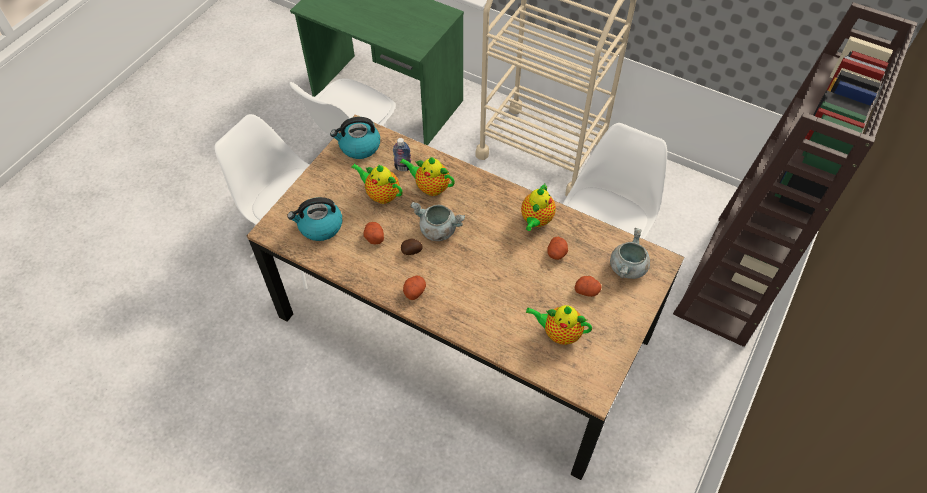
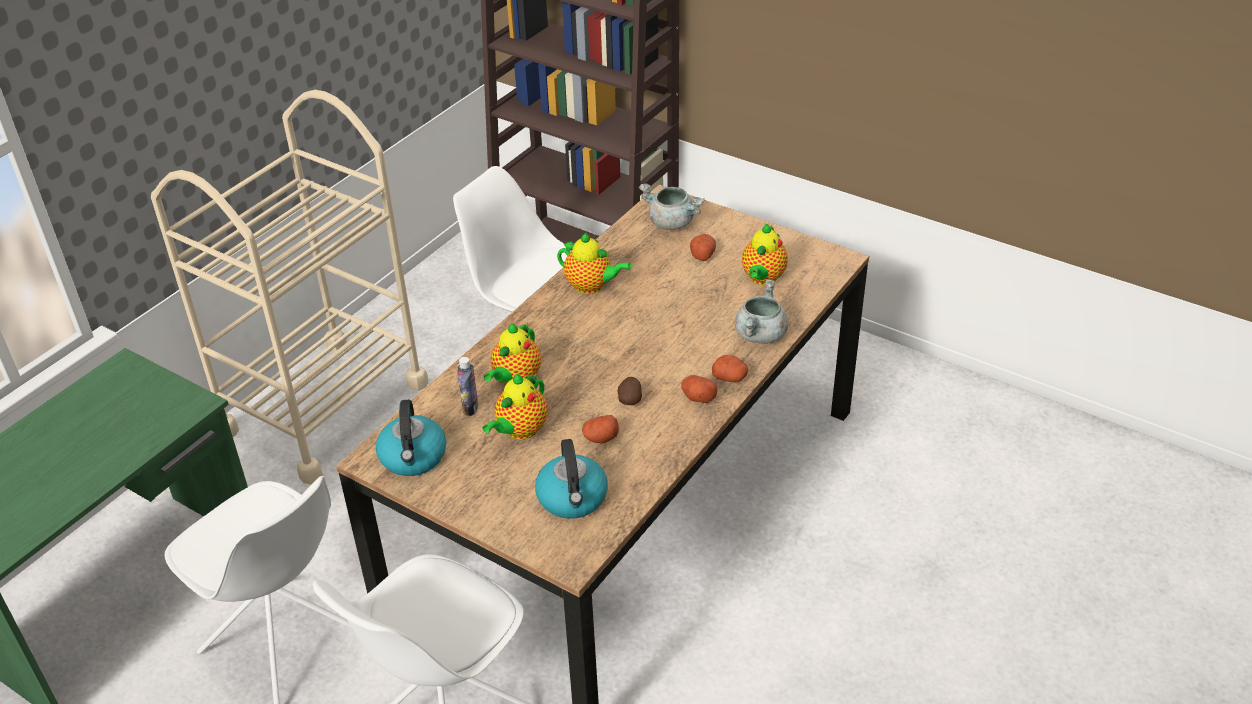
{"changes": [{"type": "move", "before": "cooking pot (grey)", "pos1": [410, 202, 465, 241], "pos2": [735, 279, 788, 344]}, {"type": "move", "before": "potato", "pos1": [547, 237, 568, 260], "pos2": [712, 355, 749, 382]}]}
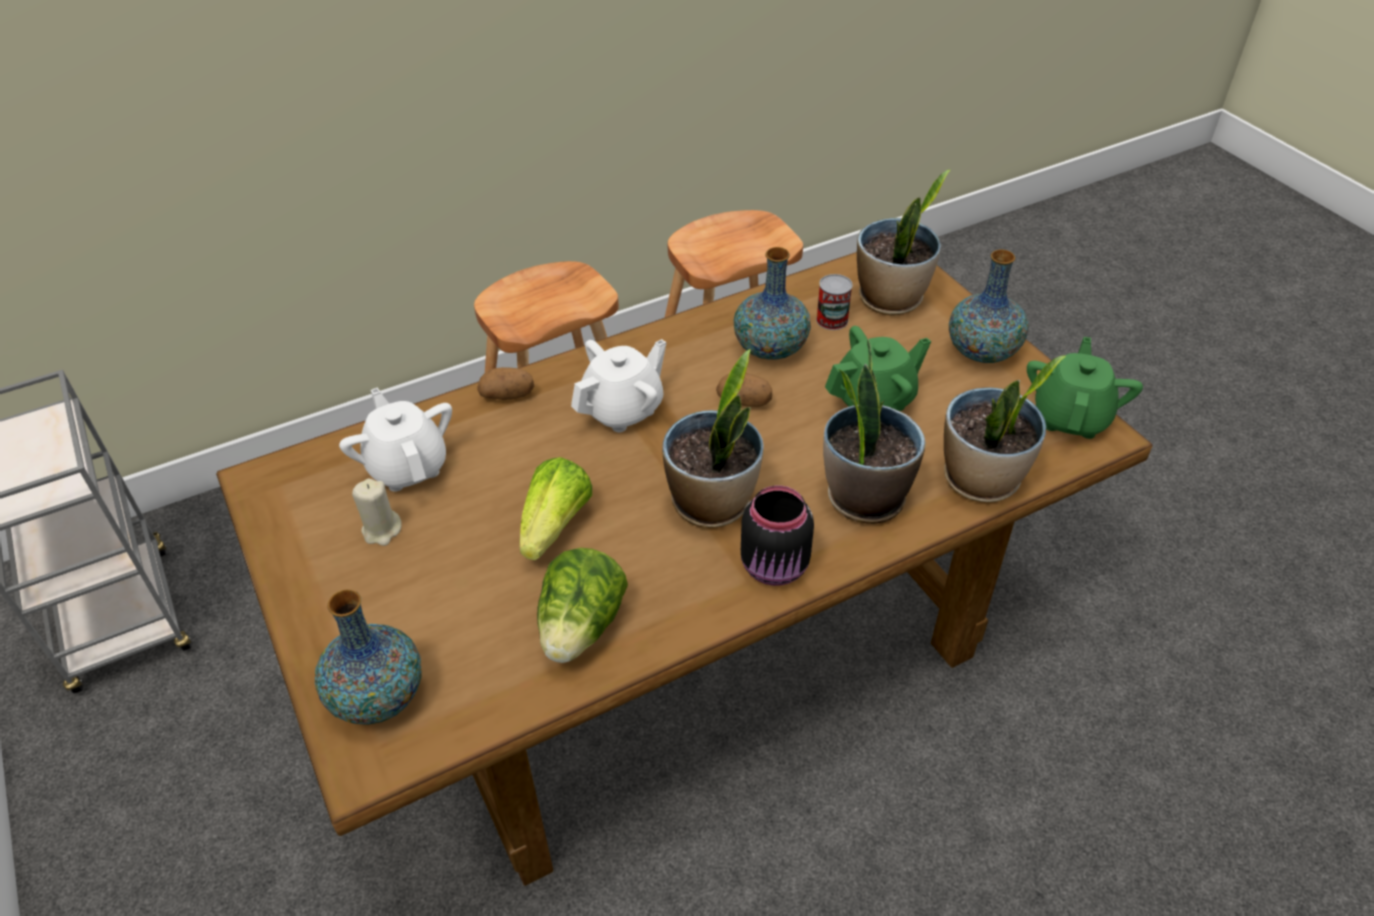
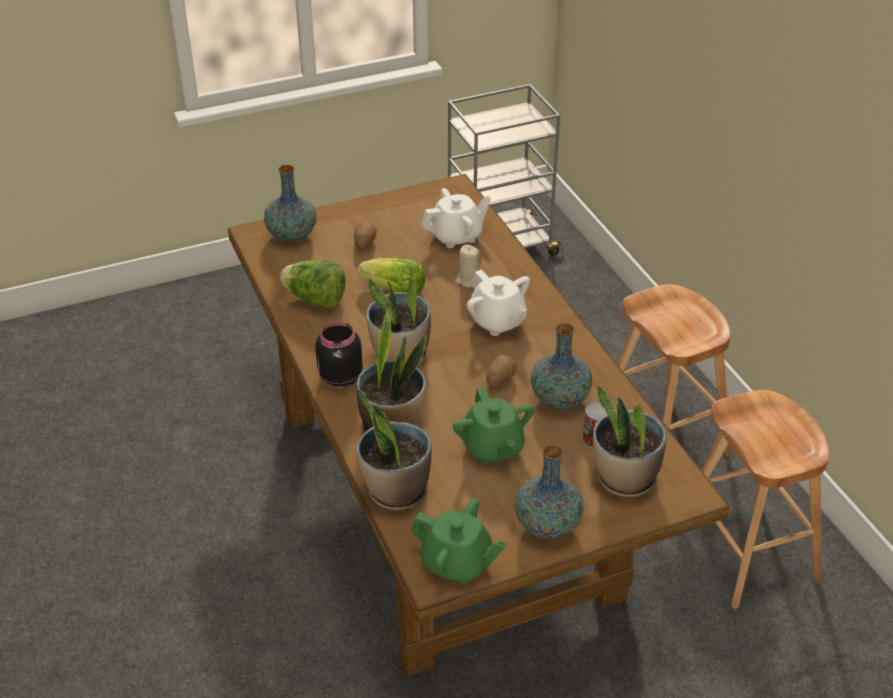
{"changes": [{"type": "move", "before": "candle (beige)", "pos1": [352, 479, 402, 546], "pos2": [455, 245, 480, 287]}, {"type": "move", "before": "potato", "pos1": [477, 367, 534, 400], "pos2": [354, 221, 377, 249]}]}
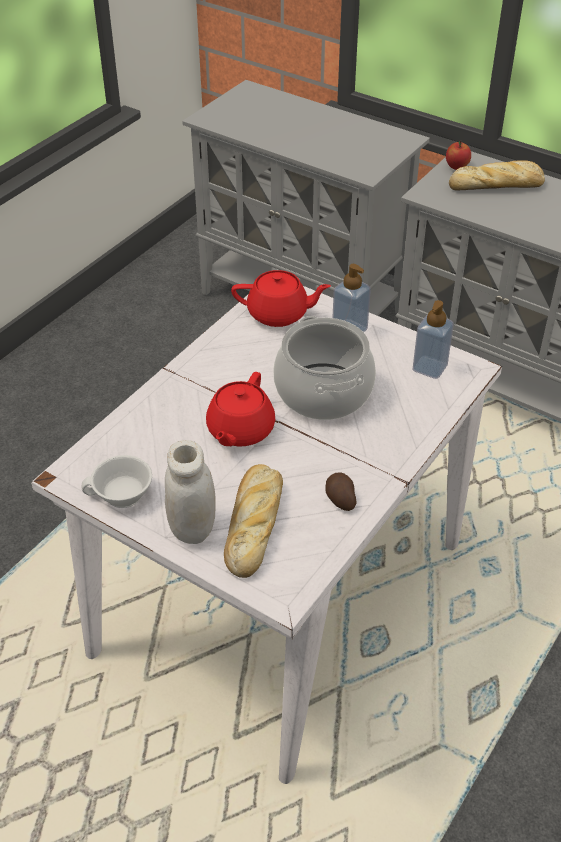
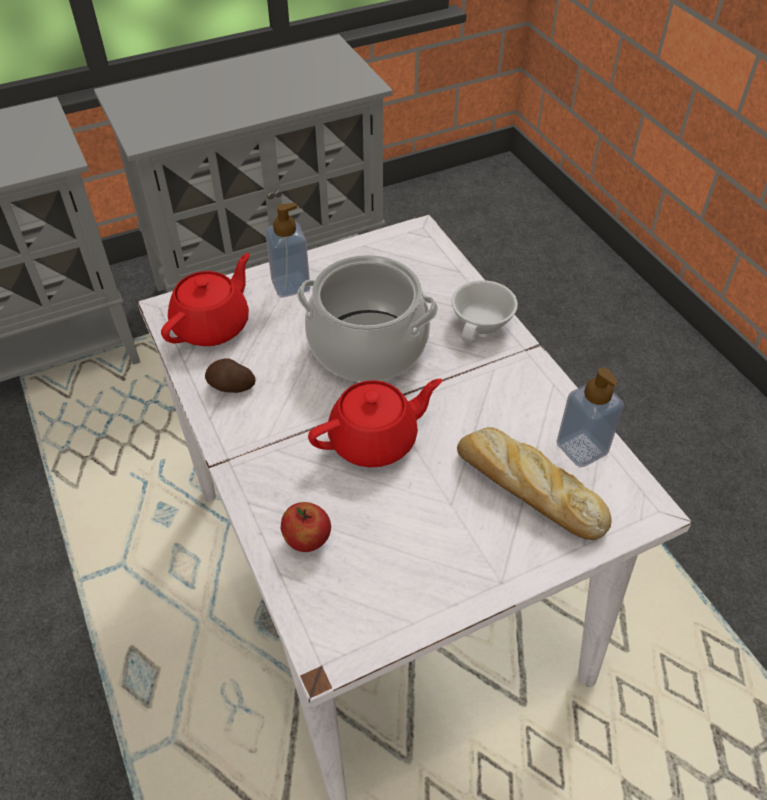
{"changes": [{"type": "move", "before": "cup (white)", "pos1": [82, 455, 152, 508], "pos2": [452, 280, 518, 343]}, {"type": "delete", "before": "jar (white)", "pos1": [165, 440, 216, 544]}, {"type": "rotate", "before": "teapot (red)", "pos1": [206, 372, 275, 447], "pos2": [308, 379, 442, 467], "turn": -75}, {"type": "move", "before": "potato", "pos1": [325, 473, 357, 511], "pos2": [205, 358, 256, 393]}, {"type": "move", "before": "soap dispenser", "pos1": [413, 300, 454, 379], "pos2": [557, 367, 624, 467]}, {"type": "move", "before": "apple", "pos1": [446, 140, 471, 170], "pos2": [281, 502, 331, 552]}, {"type": "delete", "before": "bread", "pos1": [449, 160, 545, 190]}]}
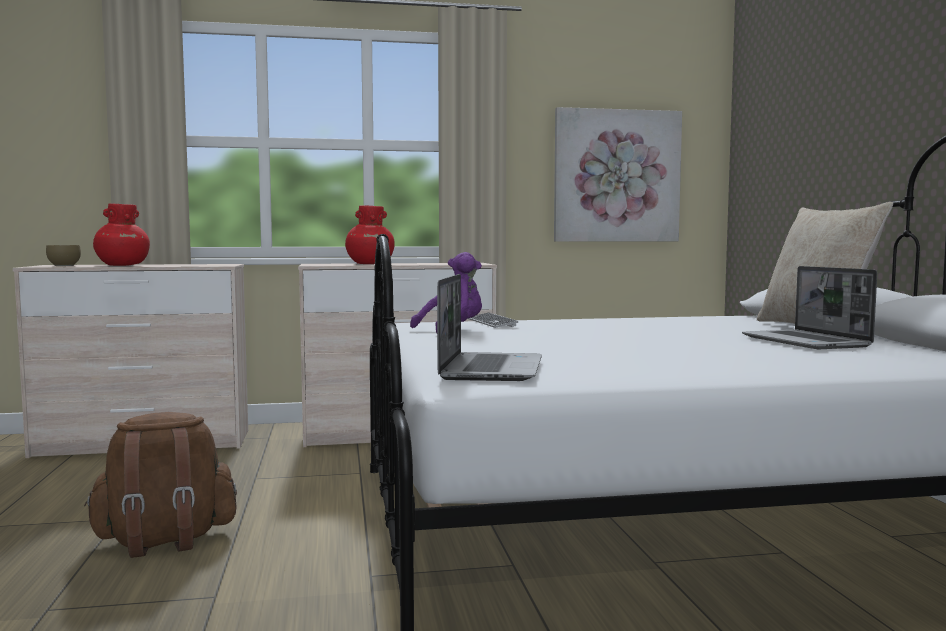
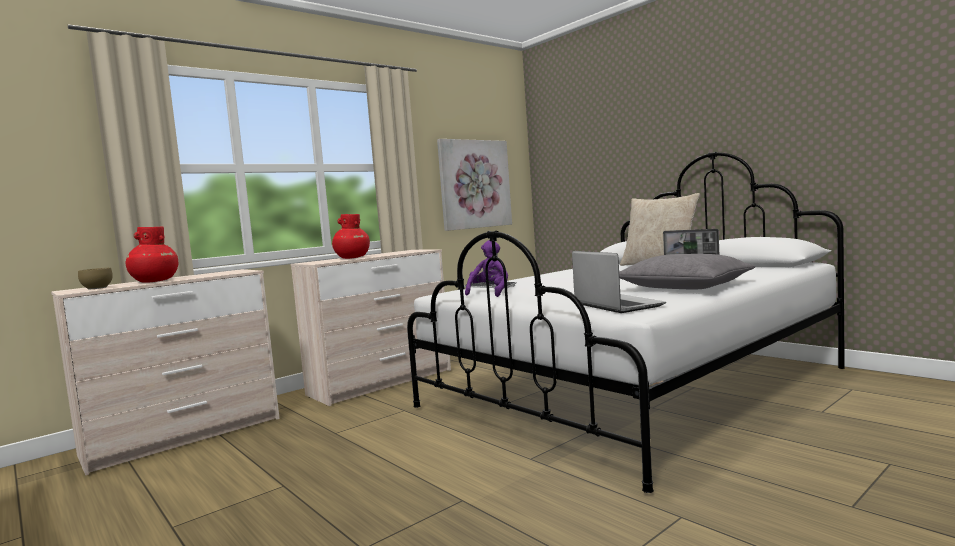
{"changes": [{"type": "delete", "before": "backpack (brown)", "pos1": [84, 412, 237, 558]}, {"type": "insert", "after": "pillow (grey)", "pos2": [619, 254, 756, 289]}]}
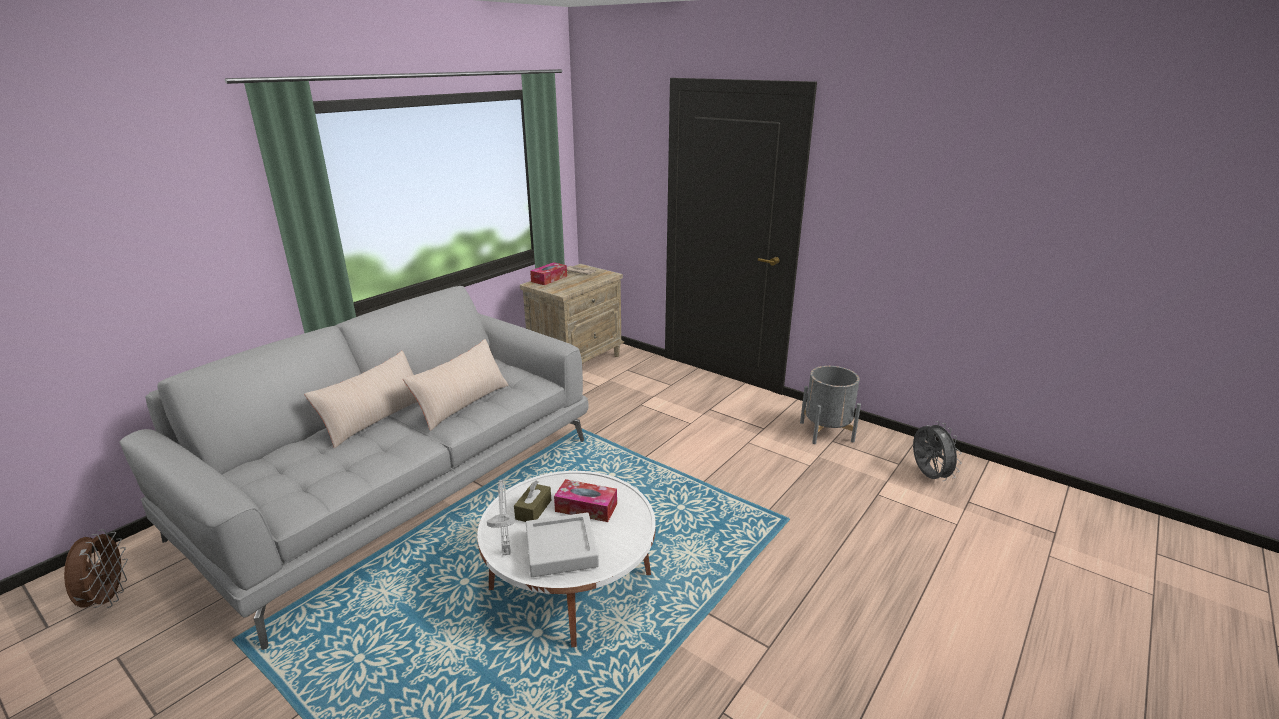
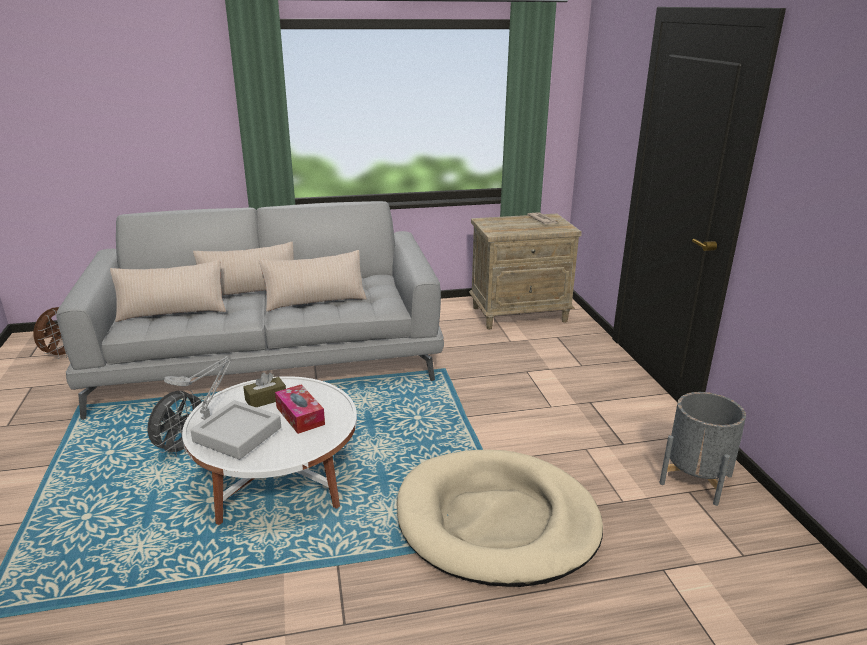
{"changes": [{"type": "delete", "before": "tissue box", "pos1": [530, 262, 567, 285]}, {"type": "move", "before": "fan (grey)", "pos1": [913, 421, 962, 481], "pos2": [147, 390, 204, 457]}, {"type": "insert", "after": "pillow (beige)", "pos2": [110, 260, 226, 322]}, {"type": "insert", "after": "dog bed (beige)", "pos2": [397, 449, 603, 587]}]}
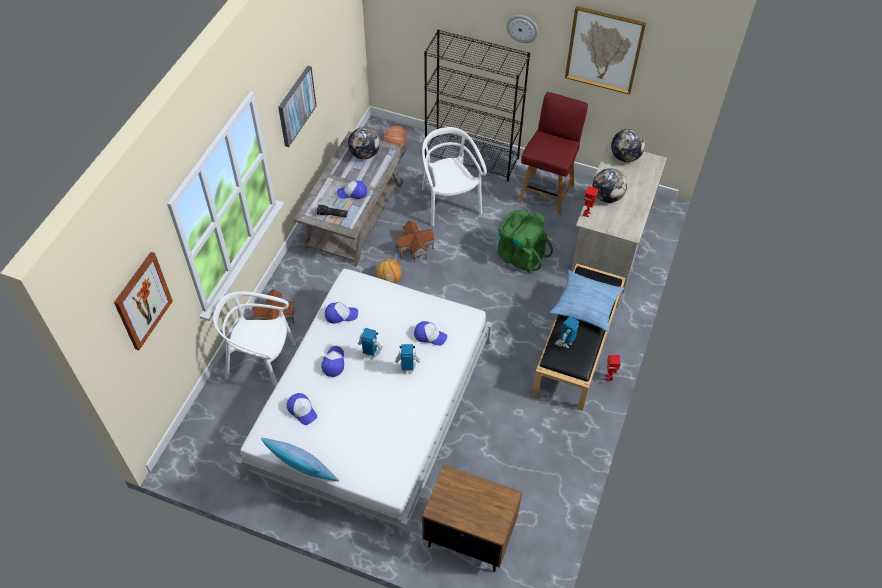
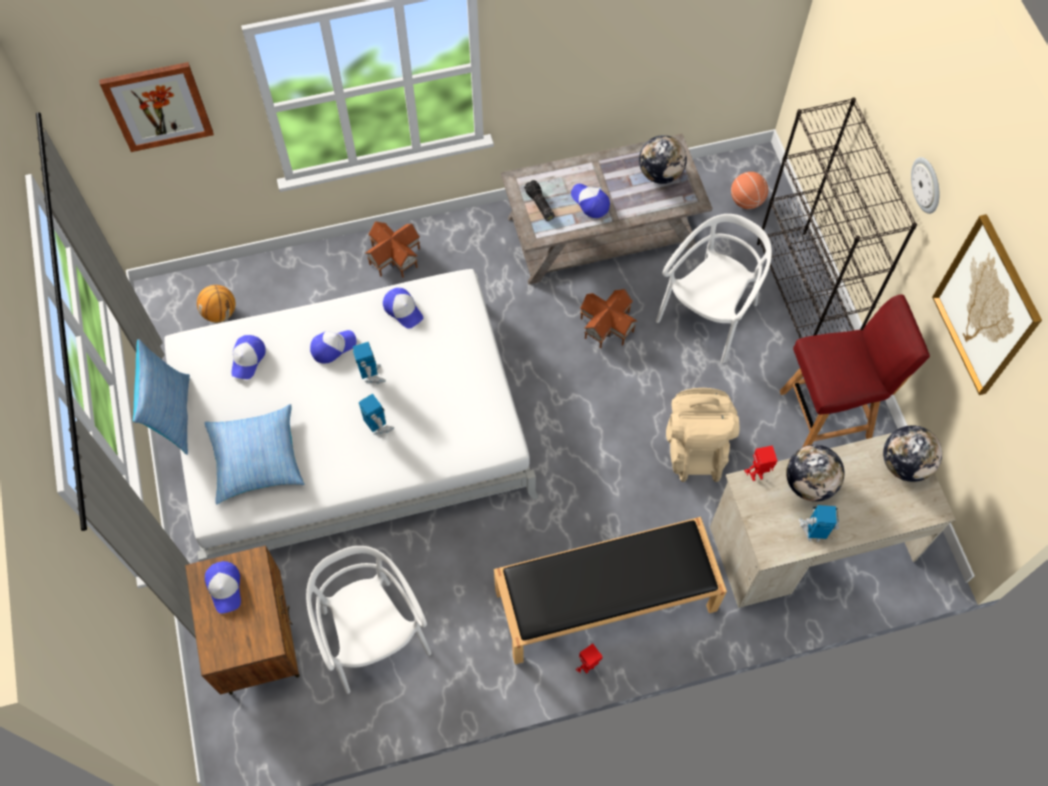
{"changes": [{"type": "move", "before": "chair (white)", "pos1": [213, 291, 296, 387], "pos2": [306, 546, 431, 694]}, {"type": "delete", "before": "picture", "pos1": [278, 66, 317, 147]}, {"type": "move", "before": "basketball", "pos1": [376, 259, 402, 283], "pos2": [197, 285, 236, 322]}, {"type": "move", "before": "cap", "pos1": [414, 321, 447, 346], "pos2": [205, 561, 241, 614]}, {"type": "recolor", "before": "backpack (green)", "after": "backpack (beige)", "pos1": [495, 210, 553, 272], "pos2": [666, 388, 739, 482]}, {"type": "move", "before": "pillow", "pos1": [550, 270, 624, 332], "pos2": [205, 404, 305, 505]}, {"type": "move", "before": "toy robot", "pos1": [555, 316, 579, 348], "pos2": [799, 505, 839, 542]}]}
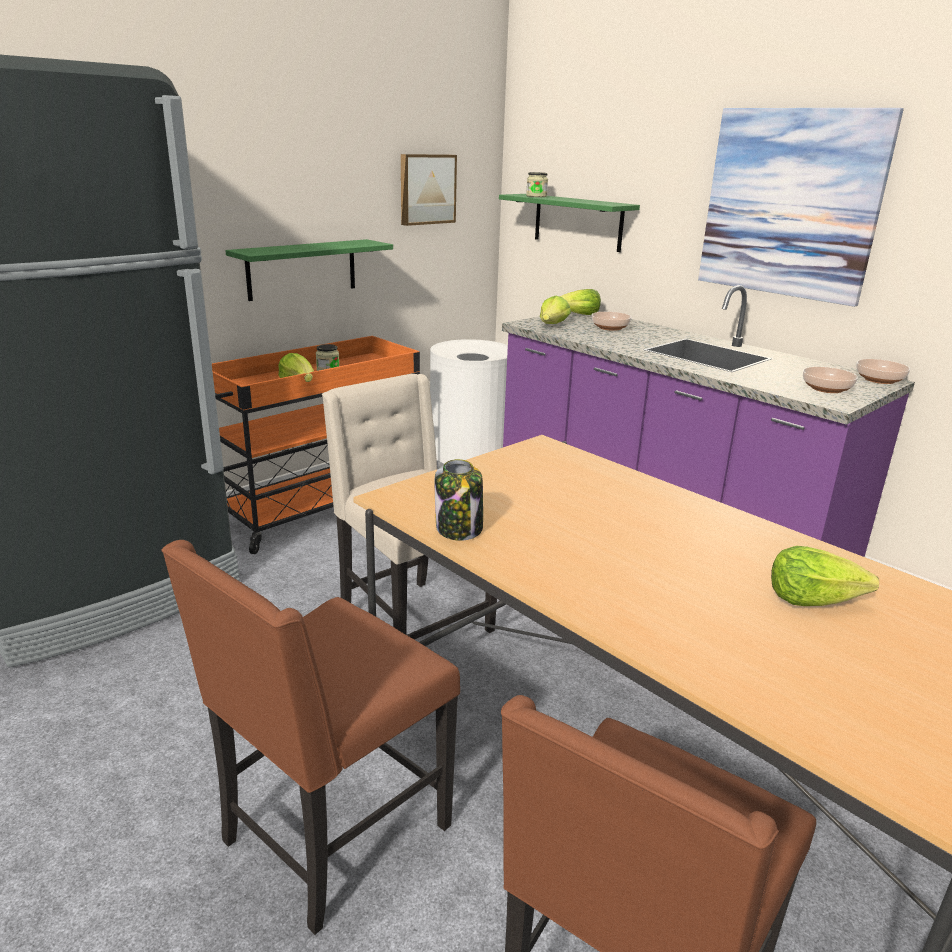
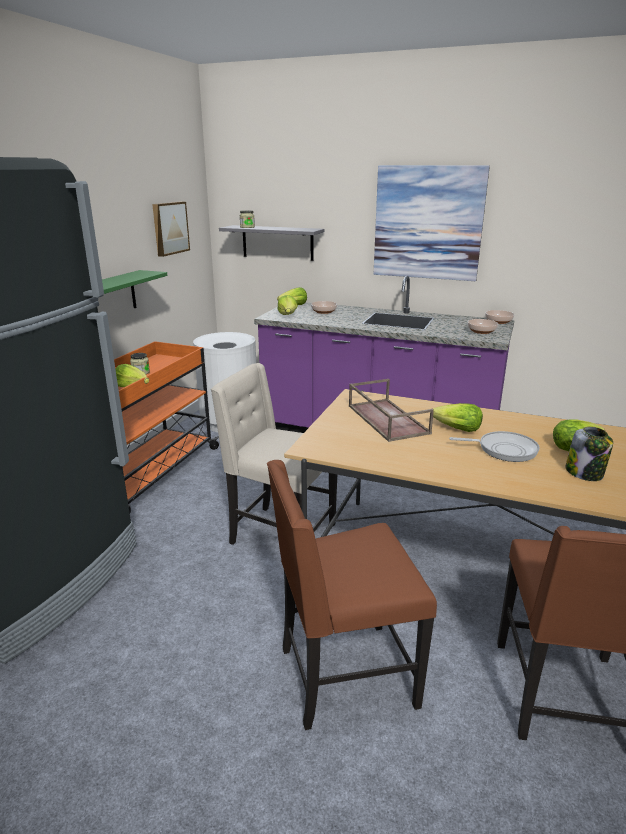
{"changes": [{"type": "rotate", "before": "chair (brown)", "pos1": [162, 540, 460, 935], "pos2": [267, 460, 437, 730], "turn": 60}, {"type": "move", "before": "jar", "pos1": [435, 459, 483, 541], "pos2": [565, 426, 613, 481]}, {"type": "recolor", "before": "shelf (green)", "after": "shelf (grey)", "pos1": [499, 194, 640, 252], "pos2": [219, 225, 324, 261]}, {"type": "insert", "after": "tray (brown)", "pos2": [349, 379, 434, 442]}, {"type": "insert", "after": "lettuce", "pos2": [432, 403, 483, 432]}, {"type": "insert", "after": "frying pan", "pos2": [449, 431, 540, 462]}]}
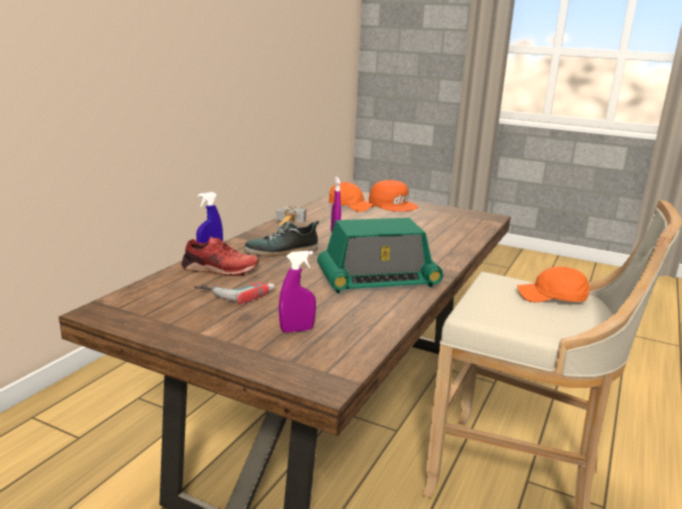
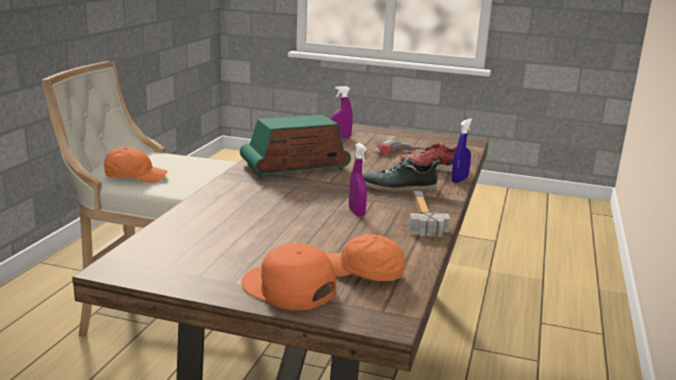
{"changes": [{"type": "rotate", "before": "shoe", "pos1": [244, 221, 319, 257], "pos2": [362, 157, 440, 192], "turn": -150}]}
